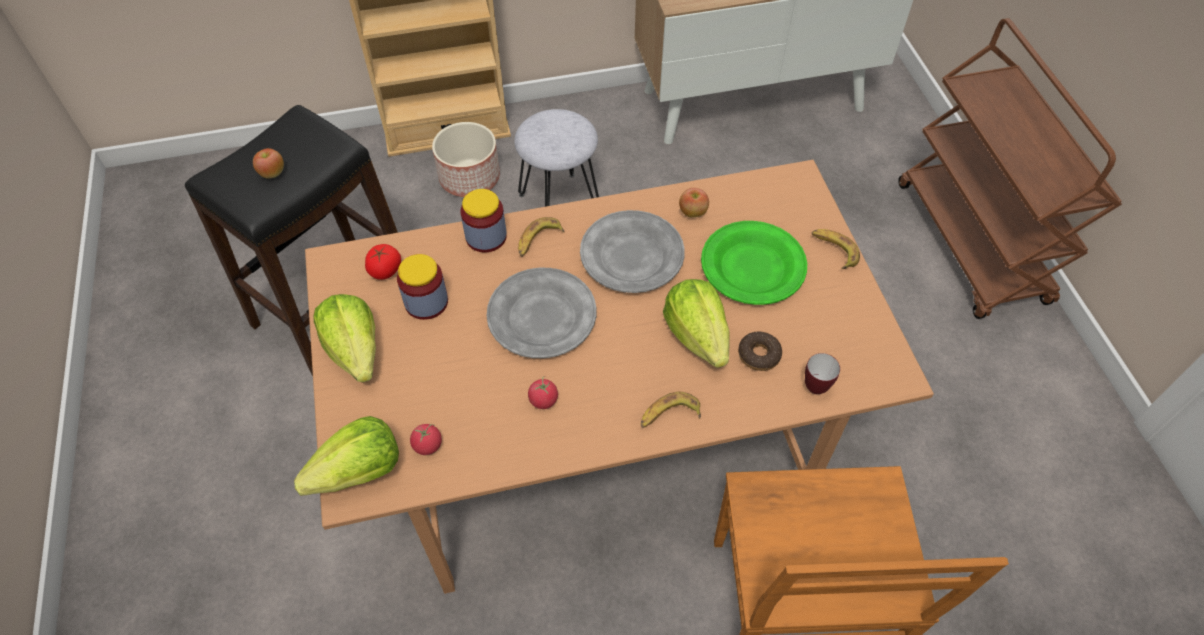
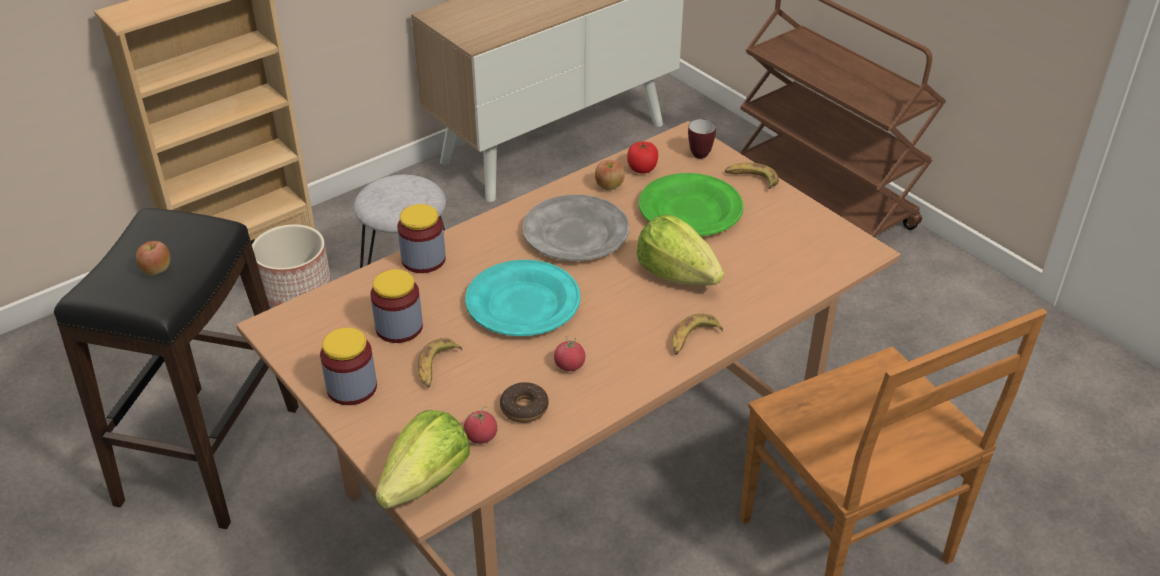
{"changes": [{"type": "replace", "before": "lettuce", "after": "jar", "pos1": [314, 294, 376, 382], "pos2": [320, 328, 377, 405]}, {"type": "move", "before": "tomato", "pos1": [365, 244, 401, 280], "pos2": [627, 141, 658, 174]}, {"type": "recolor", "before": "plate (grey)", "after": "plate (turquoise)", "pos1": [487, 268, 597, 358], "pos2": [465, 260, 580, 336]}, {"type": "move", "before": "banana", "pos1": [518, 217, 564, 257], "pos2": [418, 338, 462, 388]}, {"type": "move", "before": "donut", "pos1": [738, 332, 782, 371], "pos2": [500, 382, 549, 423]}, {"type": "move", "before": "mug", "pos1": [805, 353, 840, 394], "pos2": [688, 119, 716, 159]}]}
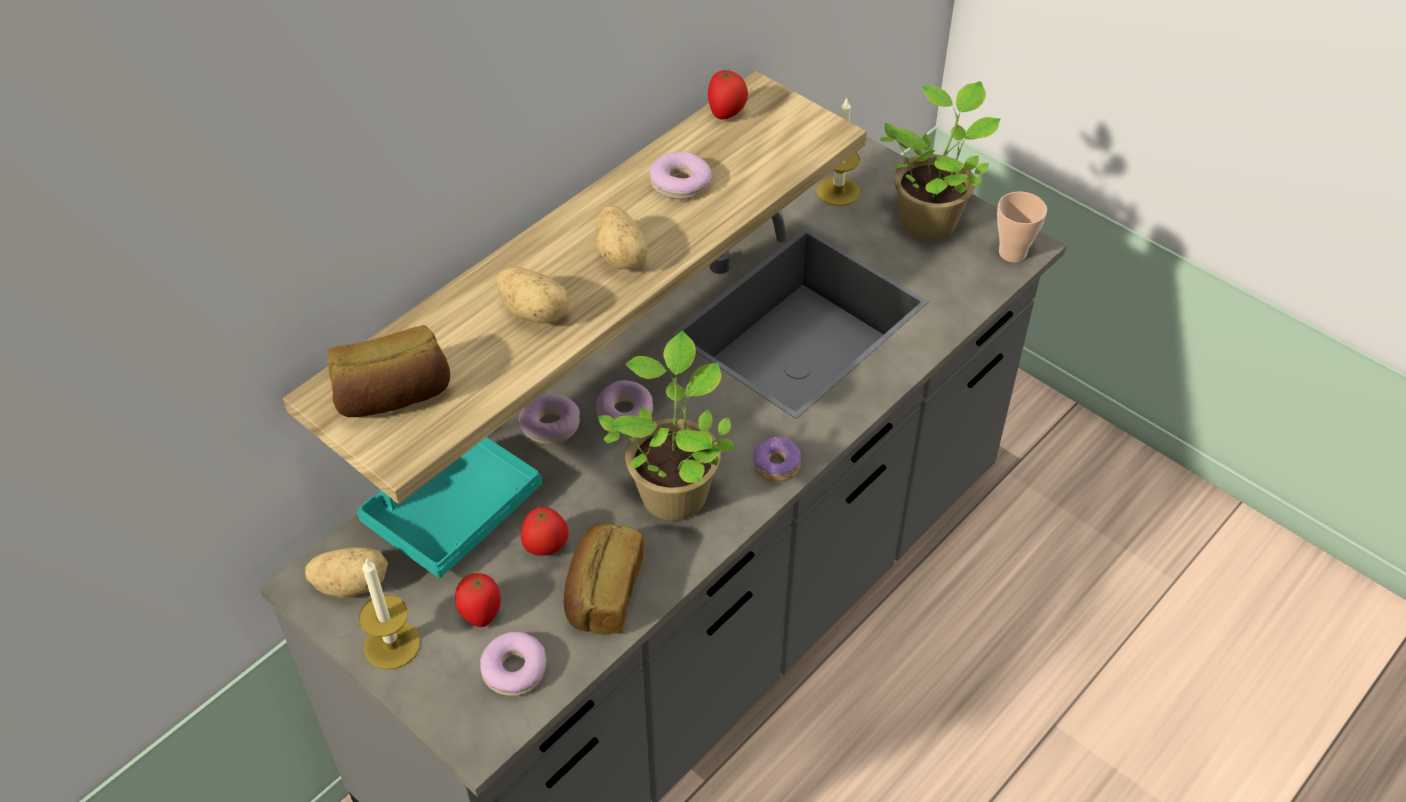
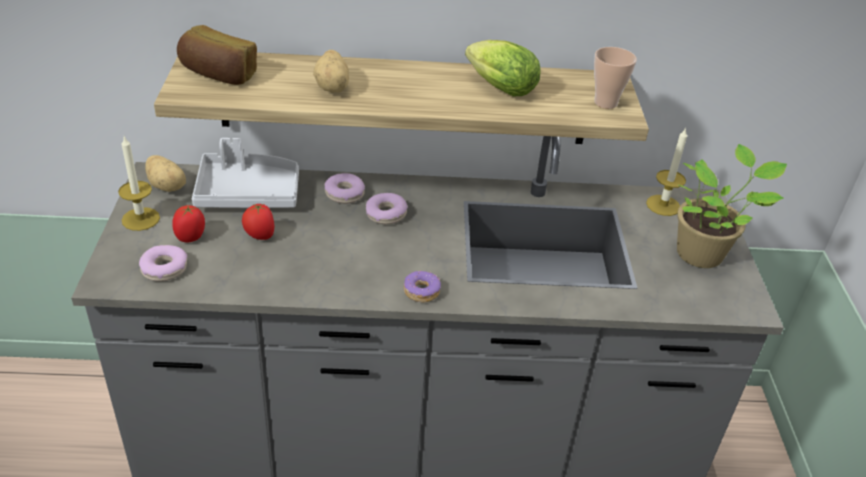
{"changes": [{"type": "recolor", "before": "tray (turquoise)", "after": "tray (white)", "pos1": [357, 437, 542, 578], "pos2": [192, 138, 299, 208]}, {"type": "delete", "before": "bread", "pos1": [563, 523, 644, 635]}, {"type": "delete", "before": "potato", "pos1": [595, 205, 647, 270]}, {"type": "delete", "before": "potted plant", "pos1": [598, 331, 734, 521]}, {"type": "replace", "before": "donut", "after": "lettuce", "pos1": [650, 151, 712, 200], "pos2": [465, 40, 541, 97]}, {"type": "delete", "before": "tomato", "pos1": [708, 69, 748, 120]}, {"type": "move", "before": "cup", "pos1": [997, 192, 1047, 262], "pos2": [594, 47, 637, 109]}]}
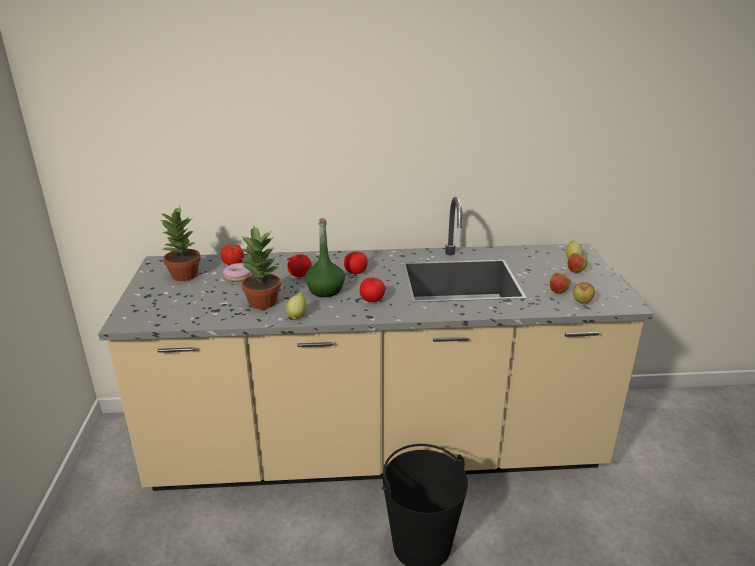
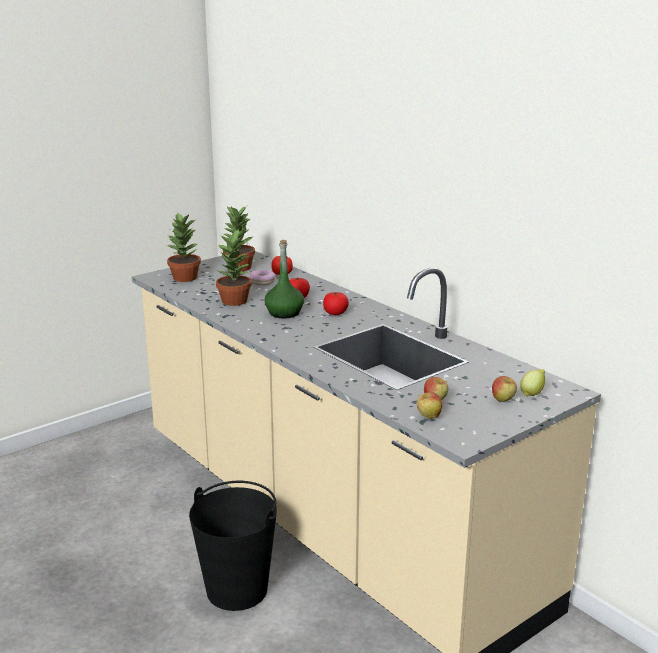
{"changes": [{"type": "delete", "before": "lemon", "pos1": [286, 293, 307, 320]}, {"type": "delete", "before": "tomato", "pos1": [360, 277, 385, 302]}, {"type": "insert", "after": "potted plant", "pos2": [167, 213, 201, 282]}]}
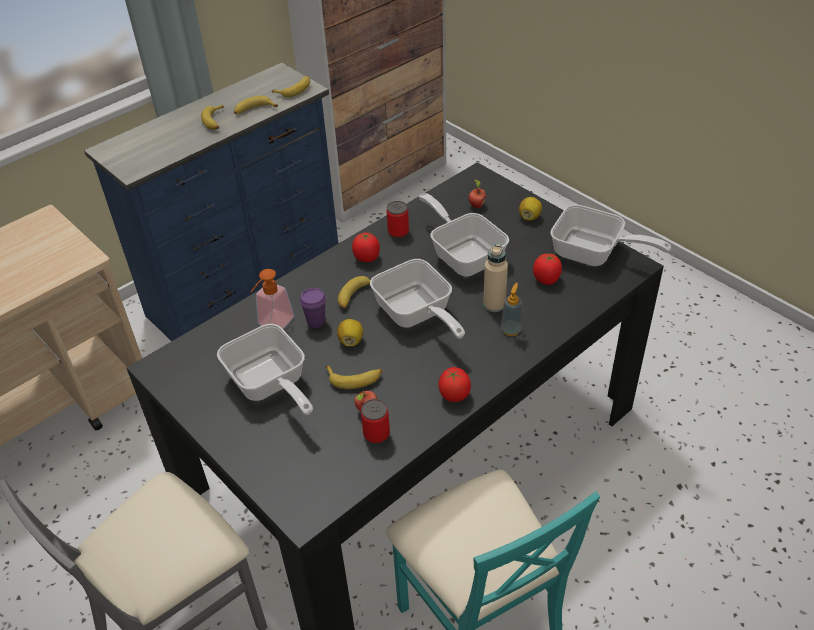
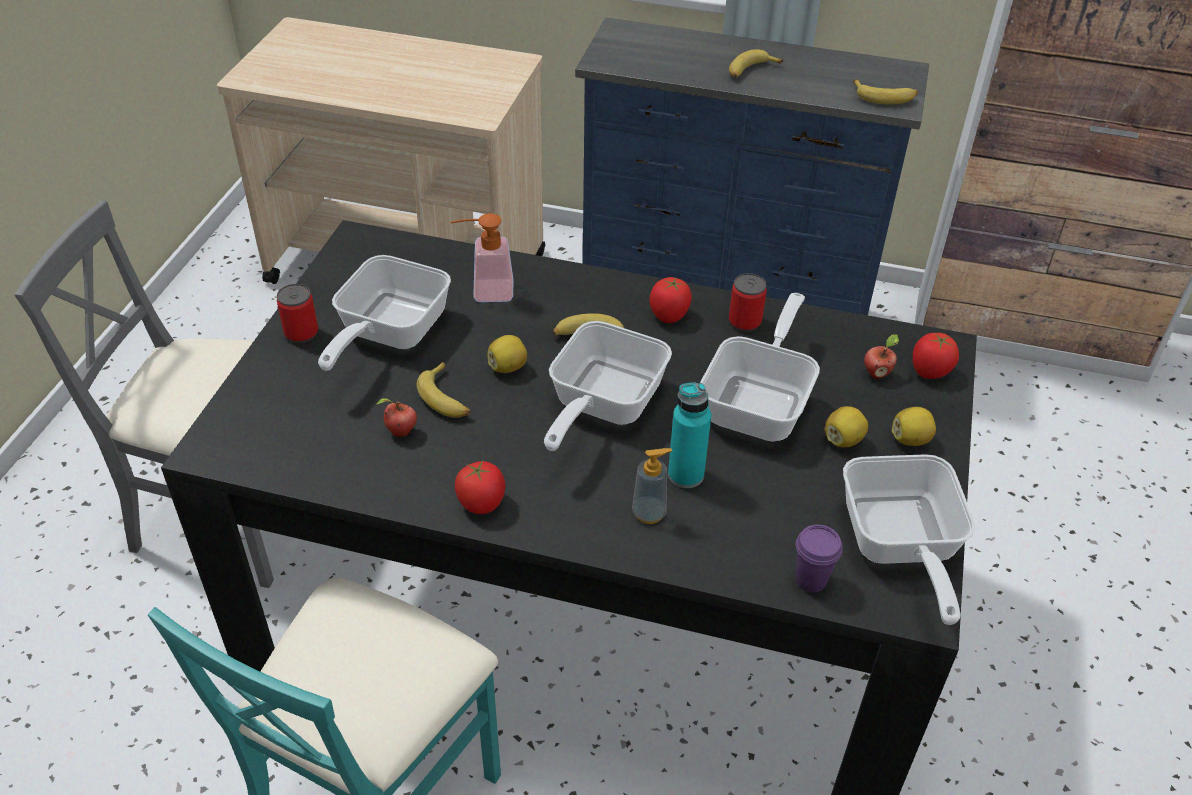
{"changes": [{"type": "delete", "before": "banana", "pos1": [234, 96, 278, 114]}, {"type": "move", "before": "cup (purple)", "pos1": [300, 288, 326, 328], "pos2": [796, 524, 843, 593]}, {"type": "move", "before": "can", "pos1": [361, 399, 390, 444], "pos2": [277, 284, 318, 343]}, {"type": "recolor", "before": "bottle (beige)", "after": "bottle (turquoise)", "pos1": [483, 244, 508, 312], "pos2": [668, 382, 711, 488]}, {"type": "move", "before": "tomato", "pos1": [533, 254, 562, 285], "pos2": [912, 333, 959, 379]}, {"type": "insert", "after": "lemon", "pos2": [825, 406, 868, 447]}]}
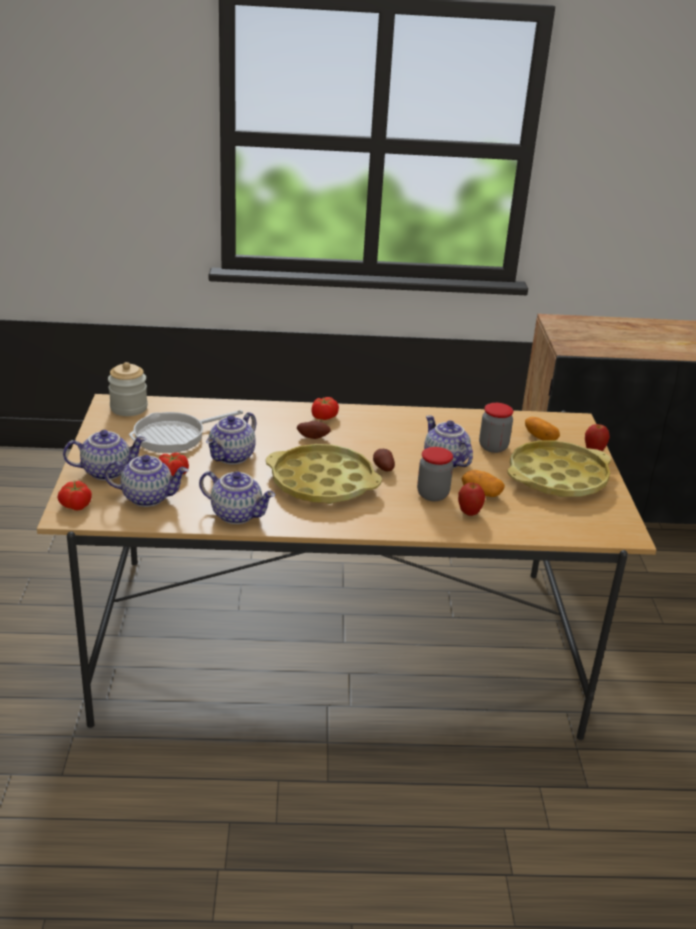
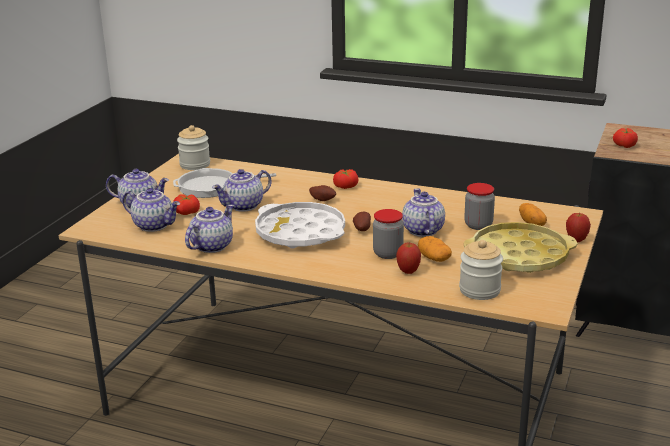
{"changes": [{"type": "move", "before": "tomato", "pos1": [57, 481, 92, 511], "pos2": [613, 128, 638, 148]}, {"type": "rotate", "before": "teapot", "pos1": [199, 471, 275, 524], "pos2": [185, 204, 234, 253], "turn": -105}, {"type": "recolor", "before": "tray (yellow)", "after": "tray (white)", "pos1": [266, 444, 382, 504], "pos2": [255, 202, 345, 249]}, {"type": "insert", "after": "jar", "pos2": [459, 240, 503, 300]}]}
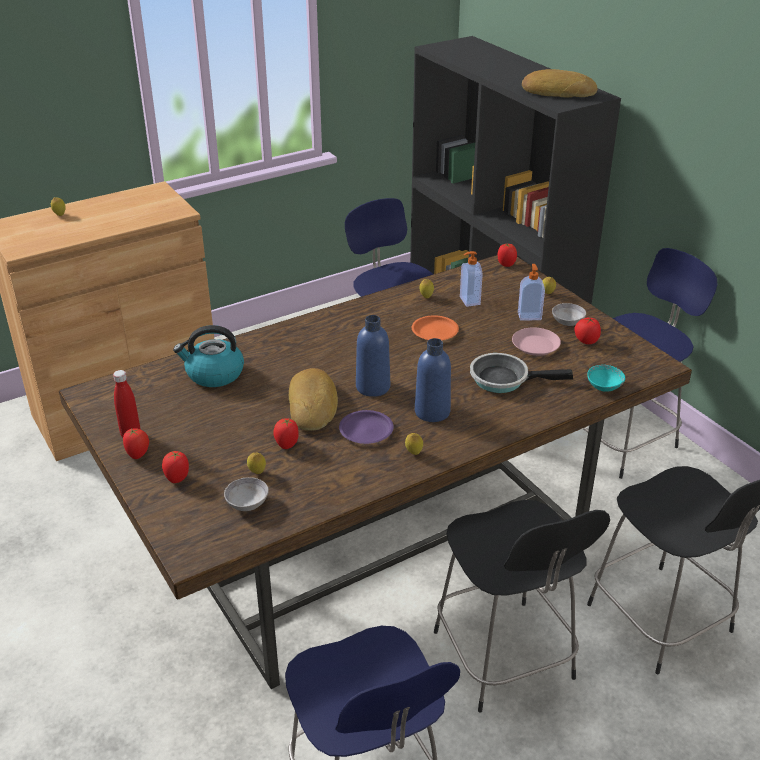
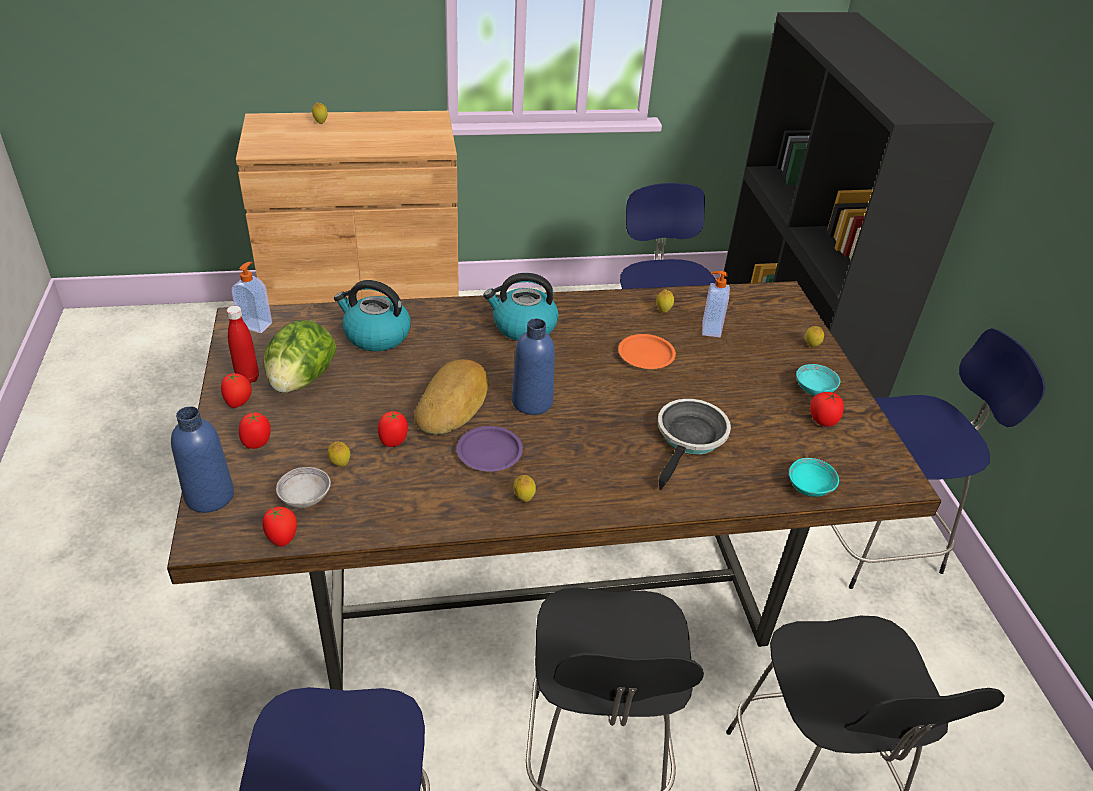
{"changes": [{"type": "move", "before": "bottle (blue)", "pos1": [415, 338, 451, 422], "pos2": [171, 406, 234, 513]}, {"type": "rotate", "before": "frying pan", "pos1": [470, 353, 573, 393], "pos2": [658, 399, 731, 490], "turn": 90}, {"type": "move", "before": "tomato", "pos1": [498, 244, 517, 267], "pos2": [262, 507, 297, 547]}, {"type": "delete", "before": "plate (pink)", "pos1": [512, 327, 561, 356]}, {"type": "move", "before": "soap dispenser", "pos1": [518, 264, 545, 321], "pos2": [231, 262, 272, 333]}, {"type": "delete", "before": "bread", "pos1": [522, 69, 597, 97]}, {"type": "recolor", "before": "bowl (grey)", "after": "bowl (turquoise)", "pos1": [552, 303, 586, 326], "pos2": [796, 364, 840, 396]}, {"type": "insert", "after": "lettuce", "pos2": [264, 320, 337, 393]}, {"type": "insert", "after": "kettle", "pos2": [483, 273, 559, 341]}]}
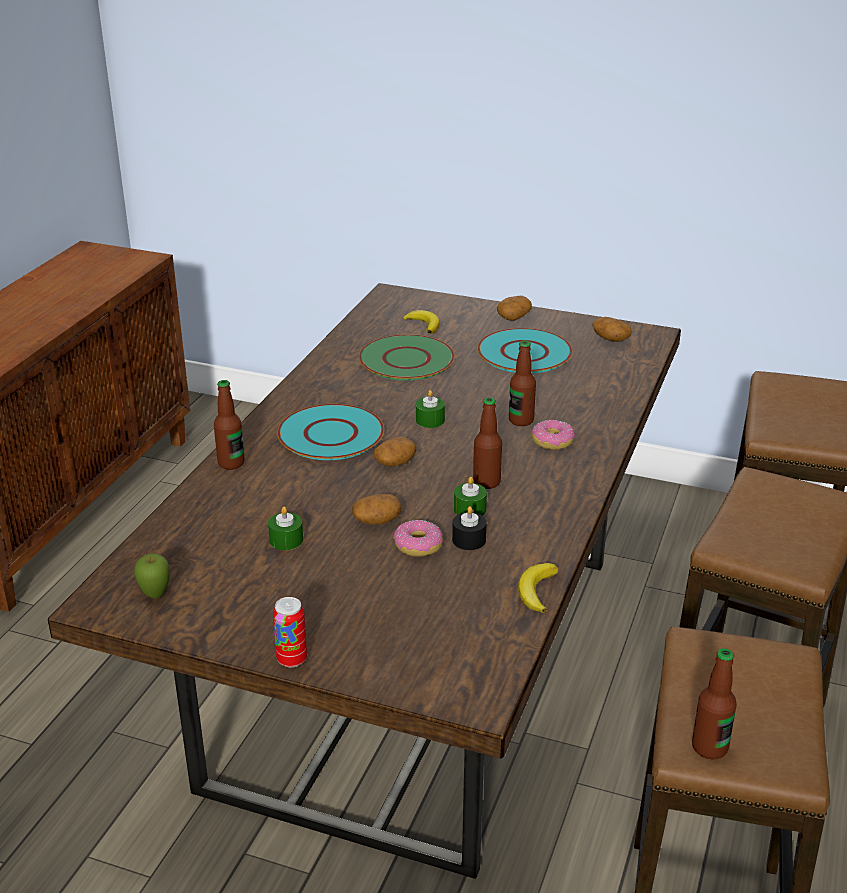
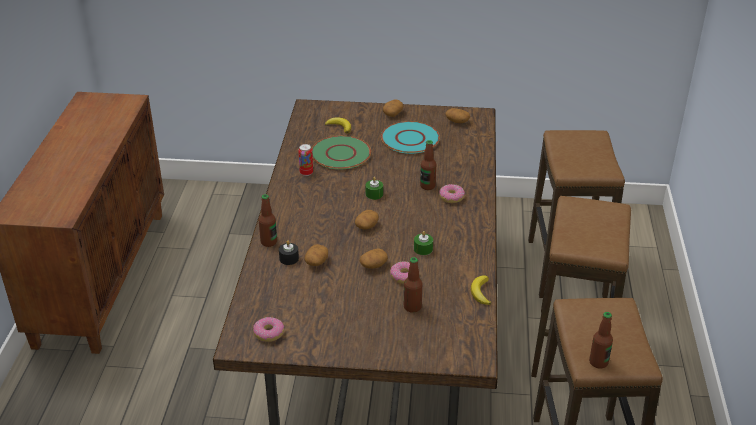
{"changes": [{"type": "replace", "before": "apple", "after": "donut", "pos1": [134, 553, 170, 598], "pos2": [253, 317, 284, 342]}, {"type": "delete", "before": "candle (green)", "pos1": [268, 506, 303, 550]}, {"type": "move", "before": "can", "pos1": [273, 597, 307, 667], "pos2": [298, 144, 313, 176]}, {"type": "delete", "before": "plate (turquoise)", "pos1": [277, 404, 384, 460]}, {"type": "move", "before": "candle (black)", "pos1": [452, 506, 486, 550], "pos2": [279, 240, 299, 265]}, {"type": "move", "before": "bottle", "pos1": [473, 397, 502, 489], "pos2": [404, 257, 422, 313]}, {"type": "insert", "after": "potato", "pos2": [305, 244, 328, 266]}]}
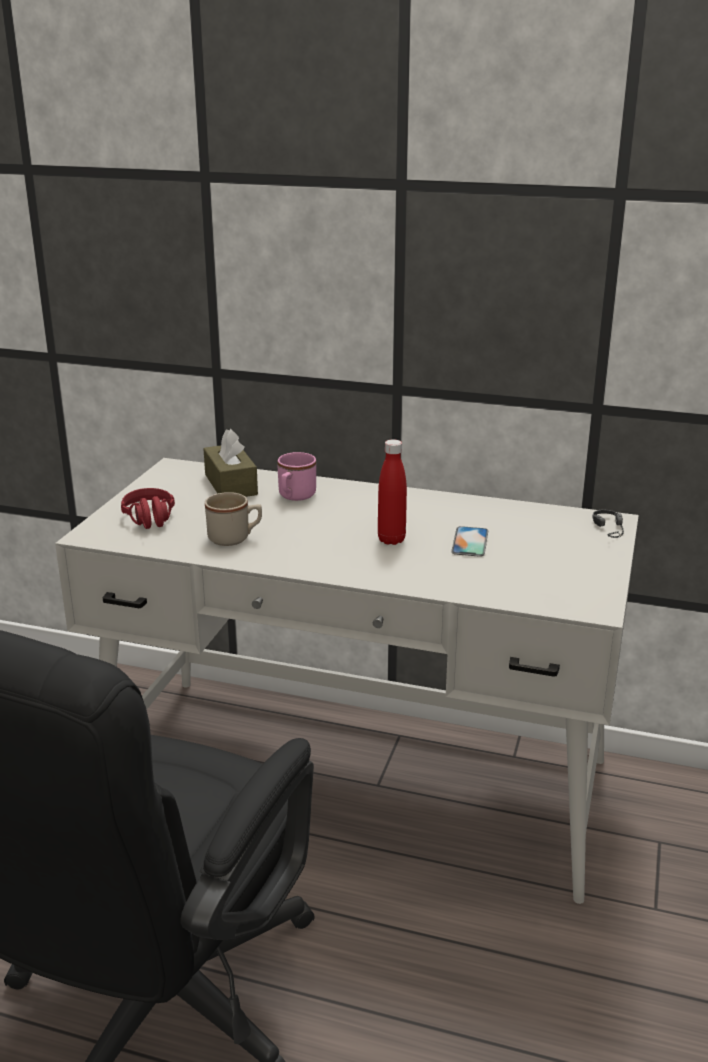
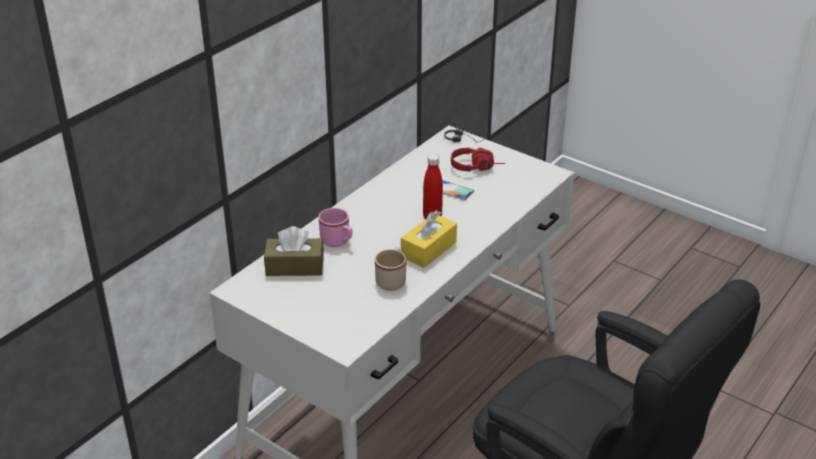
{"changes": [{"type": "move", "before": "headphones (red)", "pos1": [121, 488, 175, 529], "pos2": [451, 147, 505, 172]}, {"type": "insert", "after": "tissue box (yellow)", "pos2": [401, 210, 457, 268]}]}
